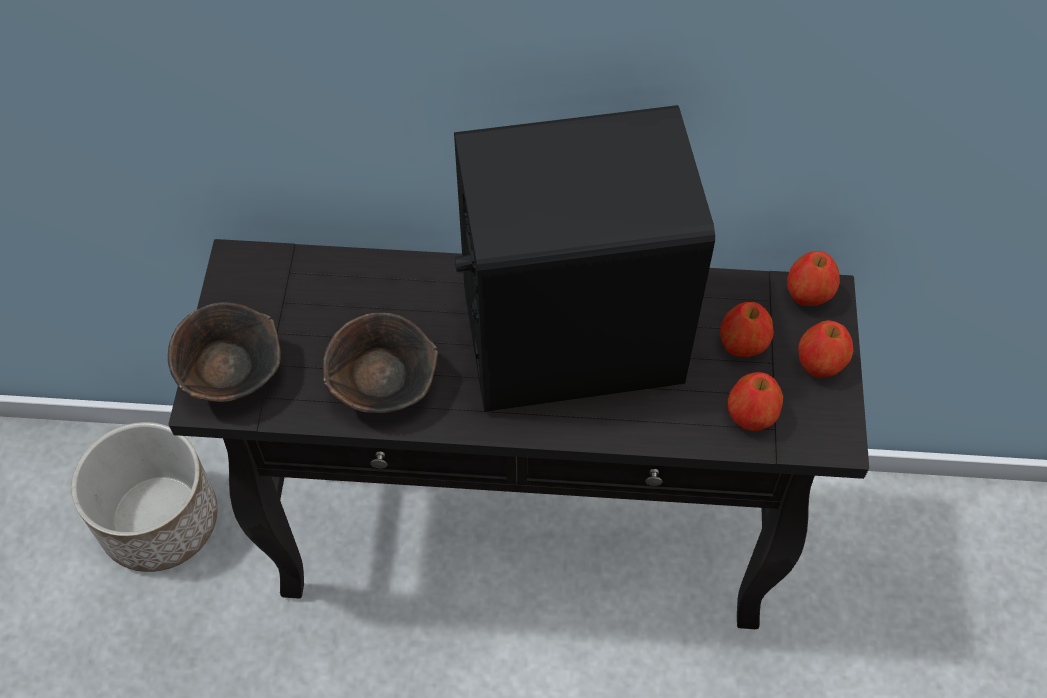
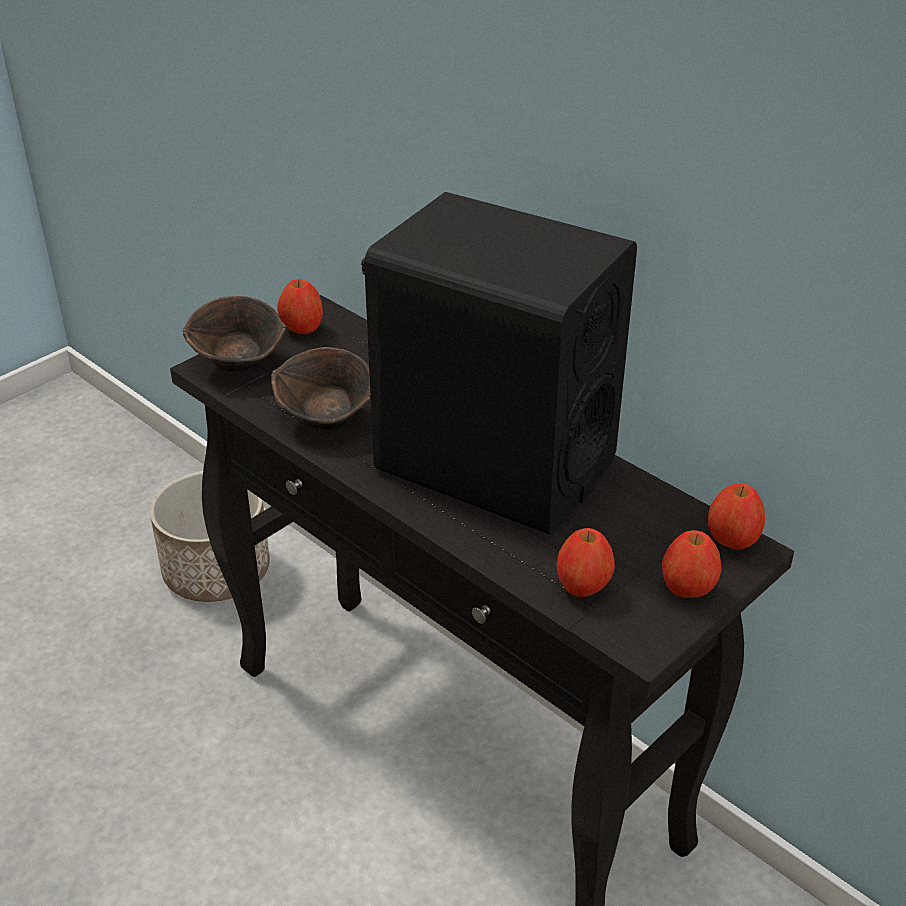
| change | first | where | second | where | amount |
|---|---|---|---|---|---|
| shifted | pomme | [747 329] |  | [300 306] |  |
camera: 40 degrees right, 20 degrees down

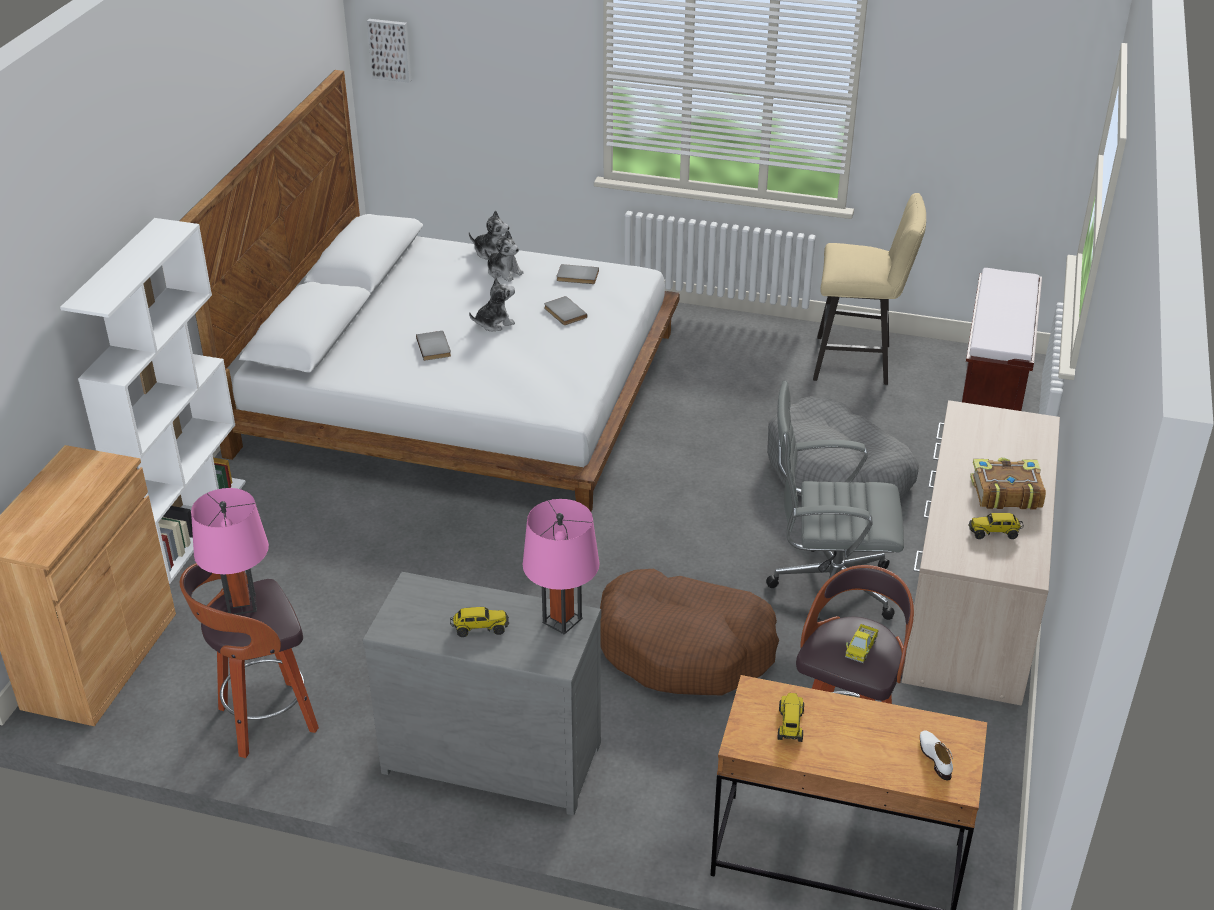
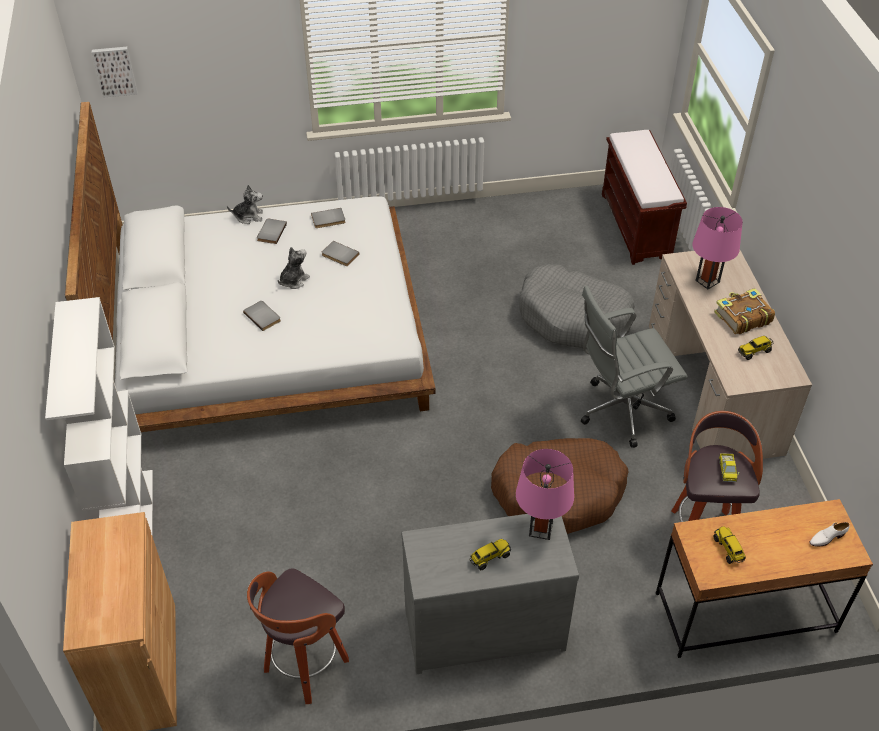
| change | first | where | second | where | amount |
|---|---|---|---|---|---|
| gone | tabouret/beige | [869 289] |  |  |  |
| swapped | peluche | [503 256] | livre/gris | [272 231] |  |
| shifted | lampe de table/rose | [230 551] |  | [717 248] |  |
| rotated | chaussure/blanc | [936 755] |  | [829 534] | 75 degrees counterclockwise |
camera: 25 degrees left, 10 degrees up

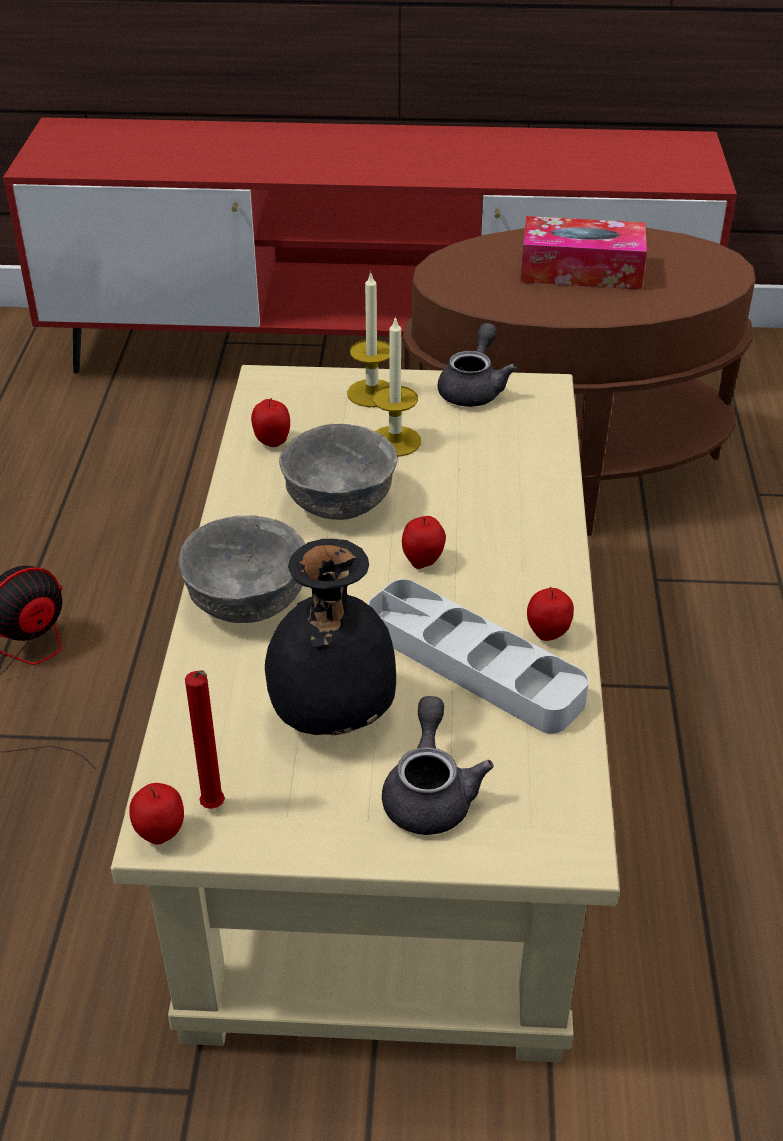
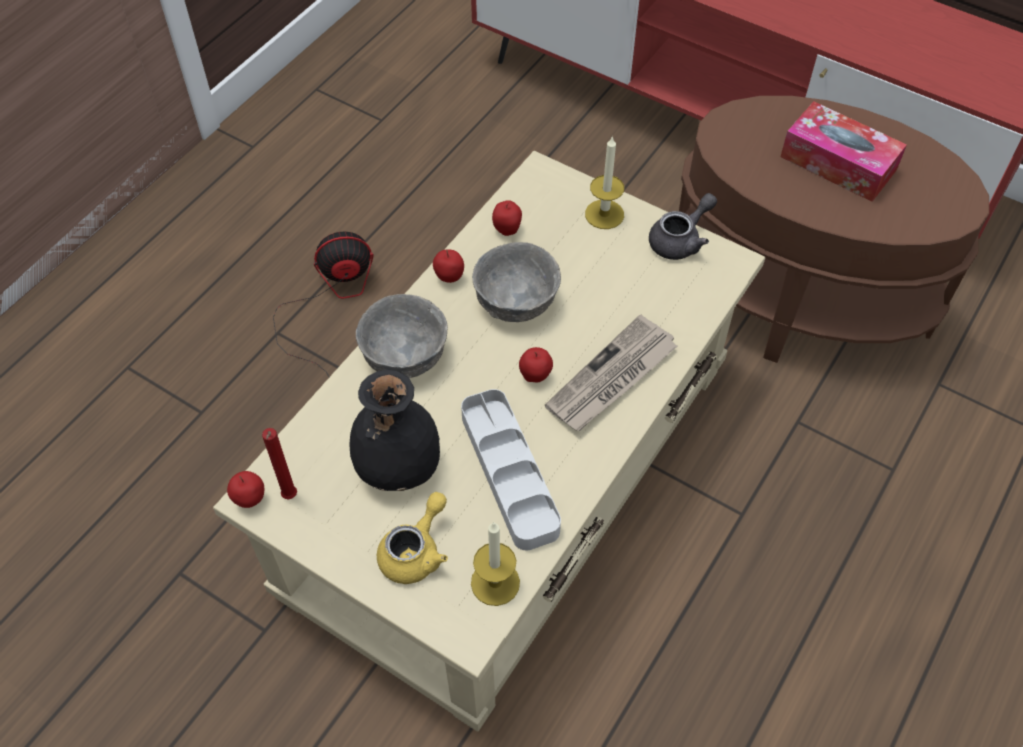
| change | first | where | second | where | amount |
|---|---|---|---|---|---|
| shifted | bougie | [397 386] |  | [495 564] |  |
| shifted | pomme | [550 614] |  | [448 266] |  |
| repainted | théière/gris | [438 765] | théière/jaune | [412 538] |  |
| new |  |  | journal | [611 373] |  |
camera: 30 degrees right, 15 degrees up

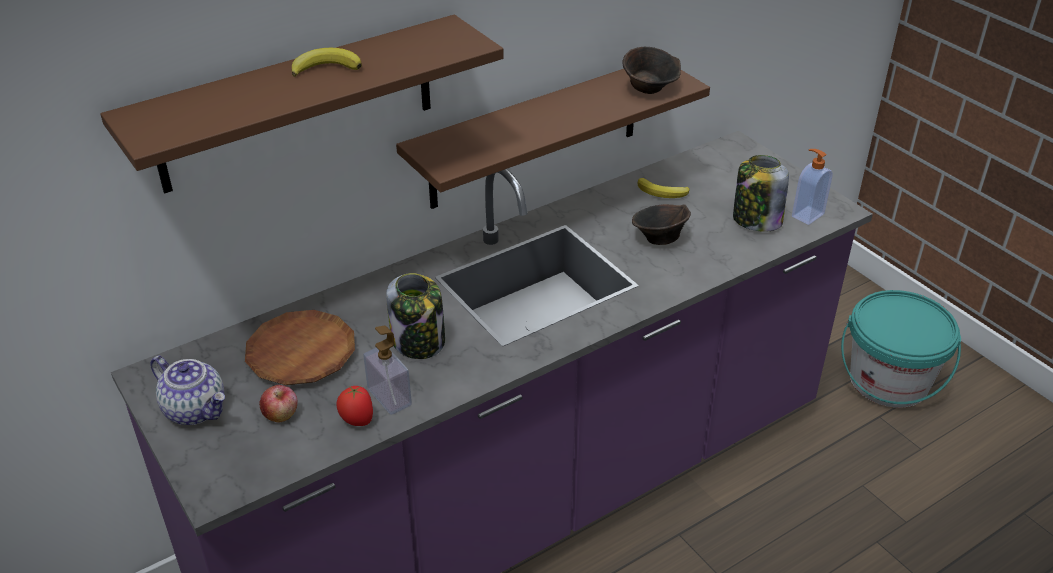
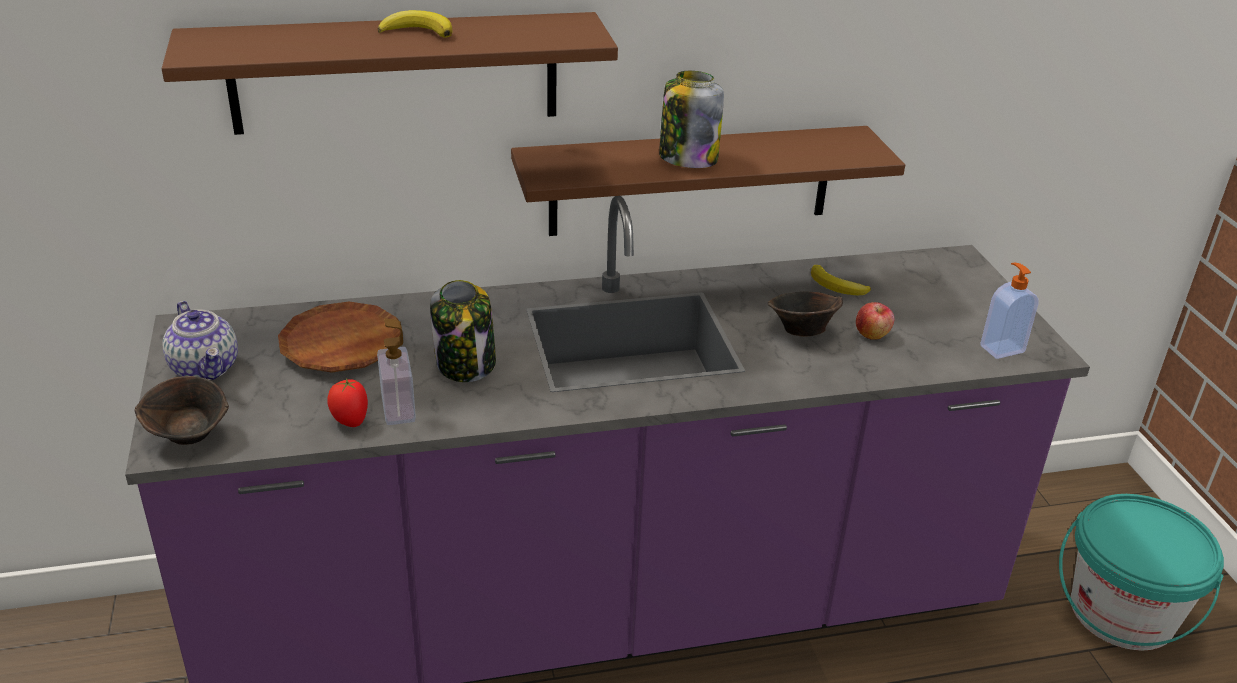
| change | first | where | second | where | amount |
|---|---|---|---|---|---|
| shifted | bol/marron | [651 70] |  | [182 410] |  |
| shifted | bocal | [761 193] |  | [691 119] |  |
| shifted | pomme | [278 404] |  | [875 321] |  |
camera: 20 degrees right, 5 degrees down

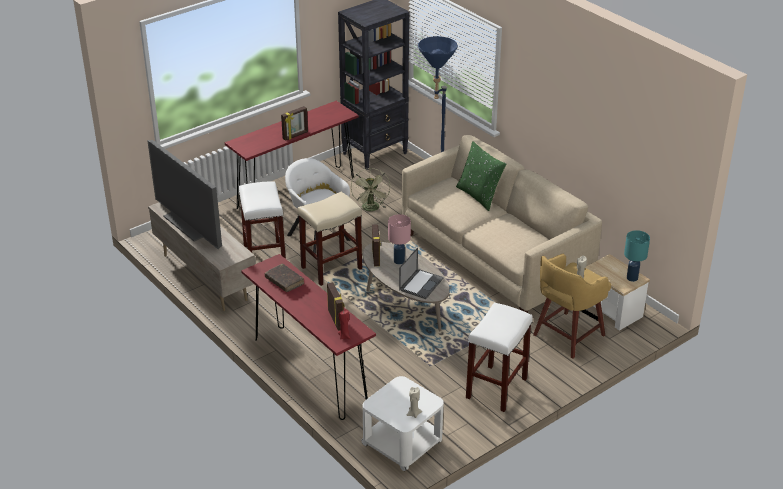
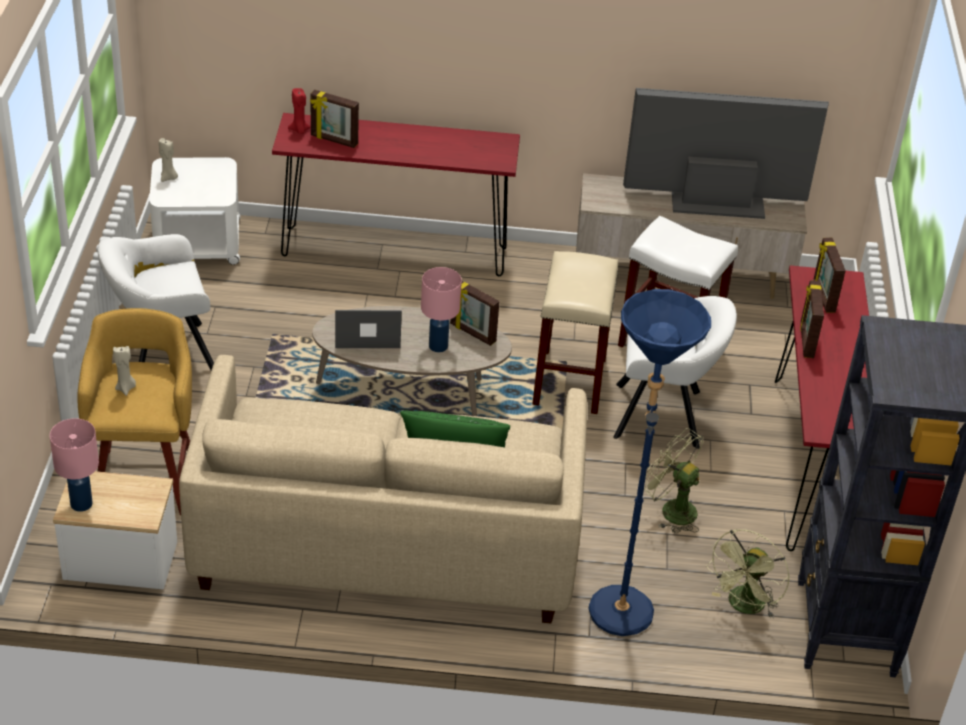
| change | first | where | second | where | amount |
|---|---|---|---|---|---|
| repainted | lampe de table/turquoise | [637 256] | lampe de table/rose | [74 465] |  |
| rotated | ordinateur portable | [421 273] |  | [368 329] | 105 degrees clockwise |
| gone | livre/marron | [284 278] |  |  |  |
| swapped | tabouret/blanc | [499 357] | fauteuil/blanc | [156 302] |  |
| new |  |  | cadre photo | [829 275] |  |
| new |  |  | ventilateur/vert | [748 573] |  |
camera: 130 degrees right, 5 degrees up

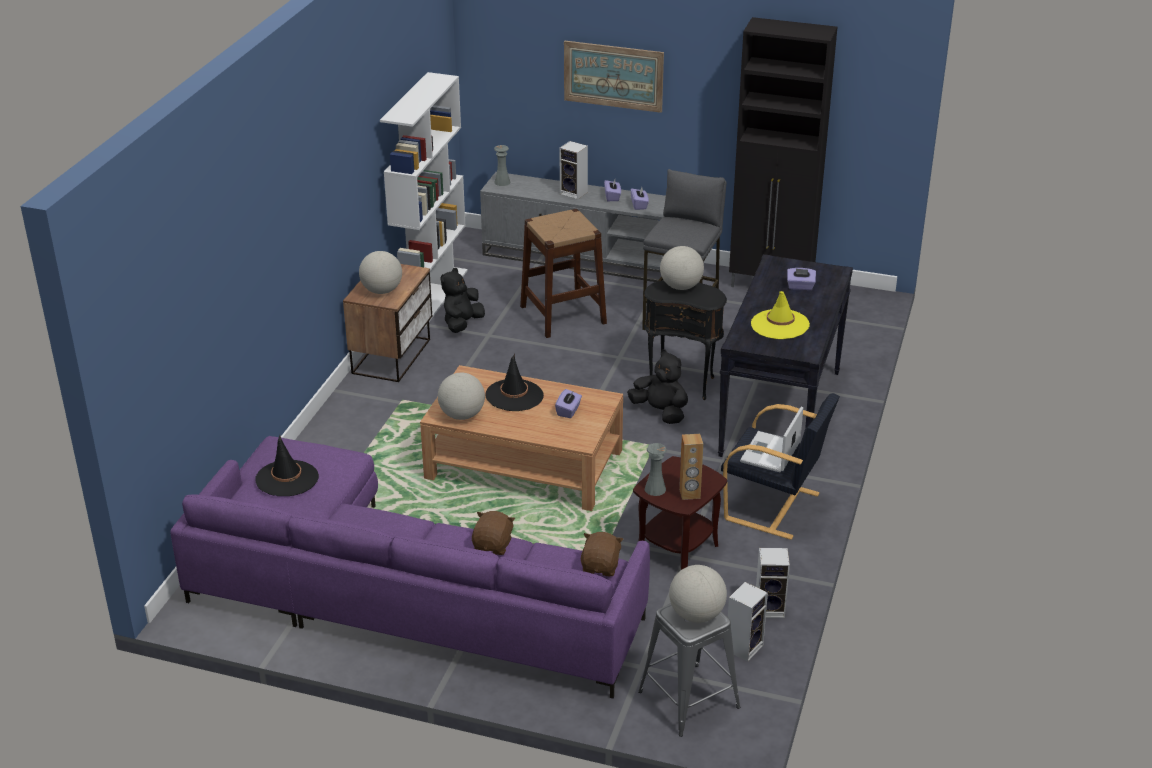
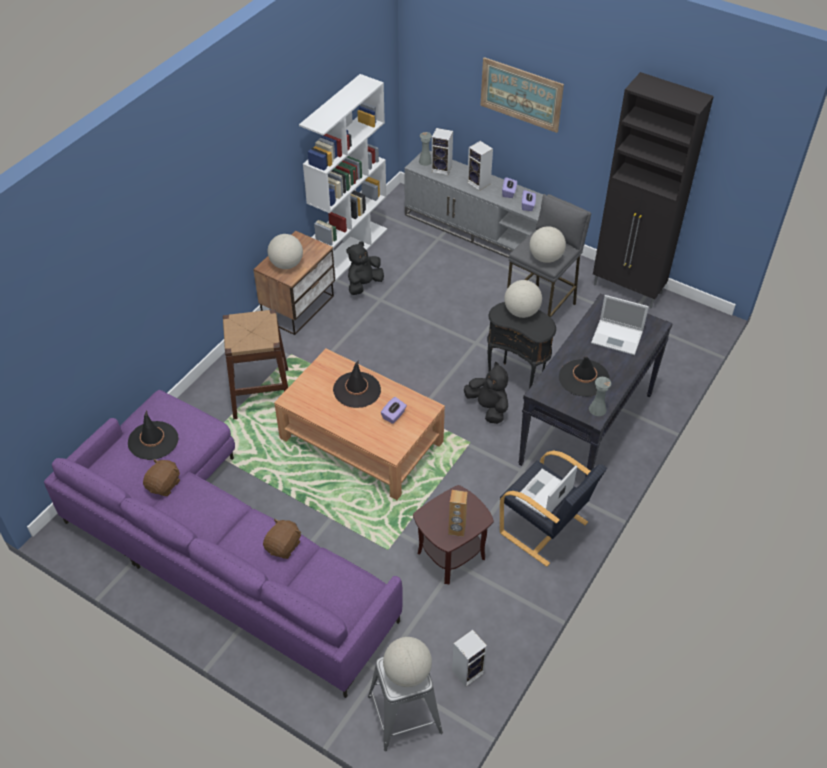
| change | first | where | second | where | amount |
|---|---|---|---|---|---|
| shifted | tabouret/marron | [563 273] |  | [255 364] |  |
| swapped | boîte à mouchoirs/violet | [801 279] | ordinateur portable | [620 325] |  |
| repainted | chapeau/jaune | [780 315] | chapeau/noir | [584 376] |  |
| shifted | globe | [461 396] |  | [548 244] |  |
| shifted | vase/gris | [656 469] |  | [600 396] |  |
| shifted | peluche/marron | [602 554] |  | [161 477] |  |
| shifted | enceinte | [773 583] |  | [442 151] |  |
camera: 15 degrees right, 15 degrees up

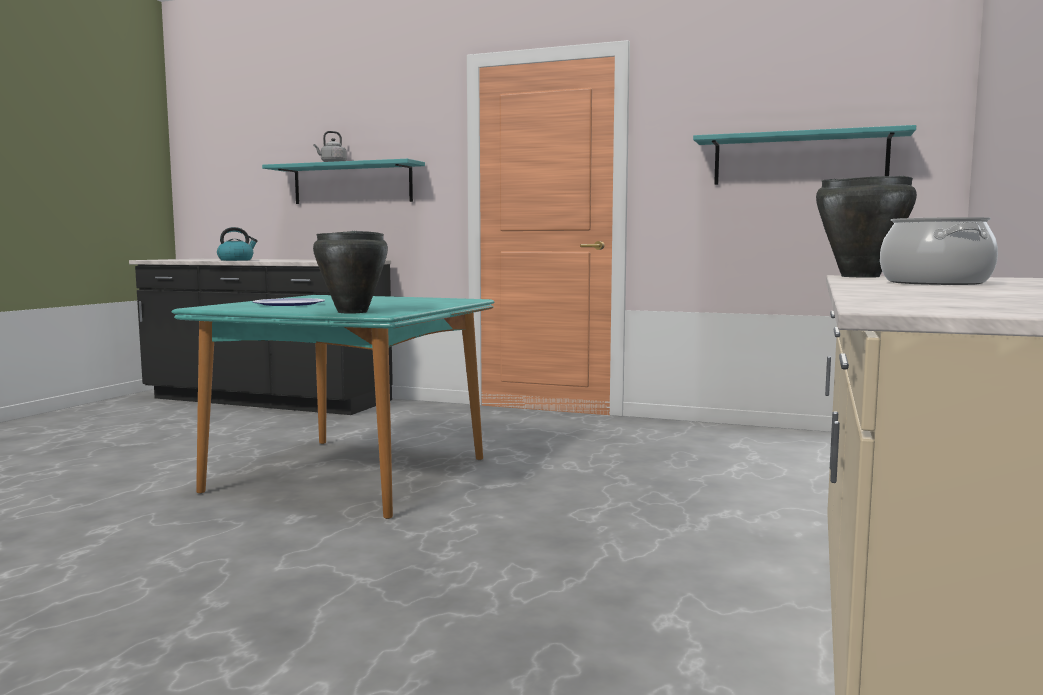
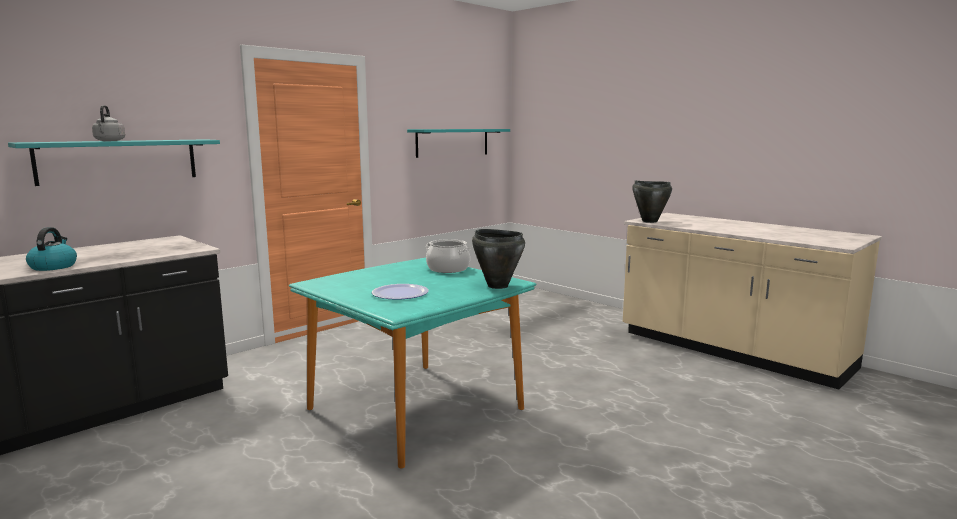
| change | first | where | second | where | amount |
|---|---|---|---|---|---|
| shifted | marmite | [939 251] |  | [448 256] |  |
camera: 65 degrees left, 5 degrees up

